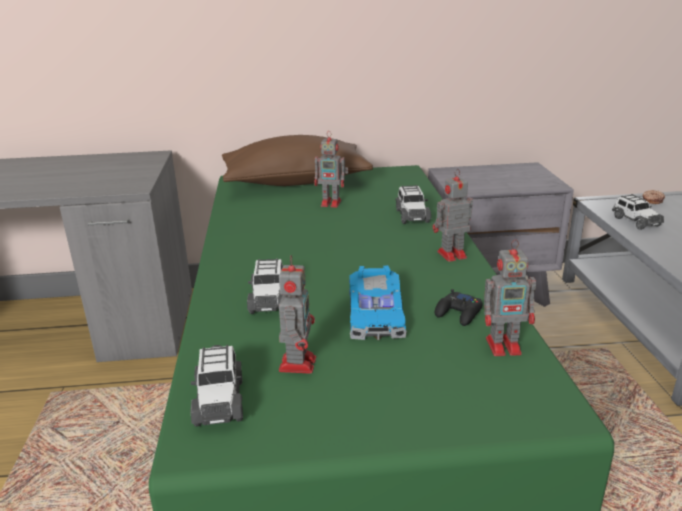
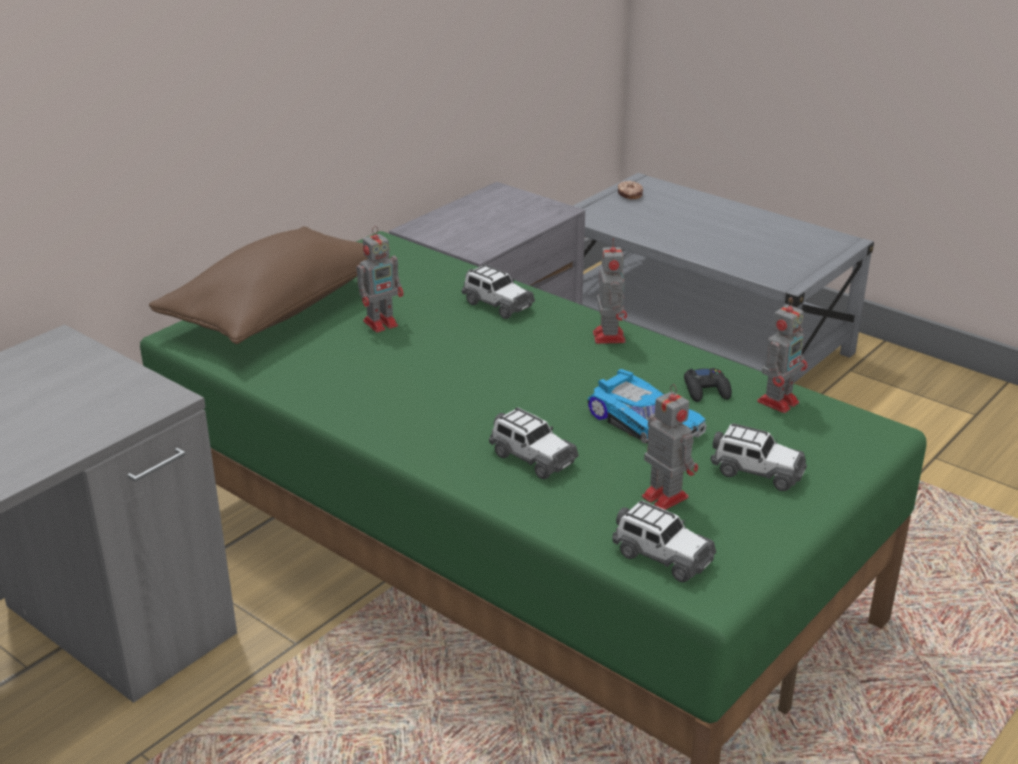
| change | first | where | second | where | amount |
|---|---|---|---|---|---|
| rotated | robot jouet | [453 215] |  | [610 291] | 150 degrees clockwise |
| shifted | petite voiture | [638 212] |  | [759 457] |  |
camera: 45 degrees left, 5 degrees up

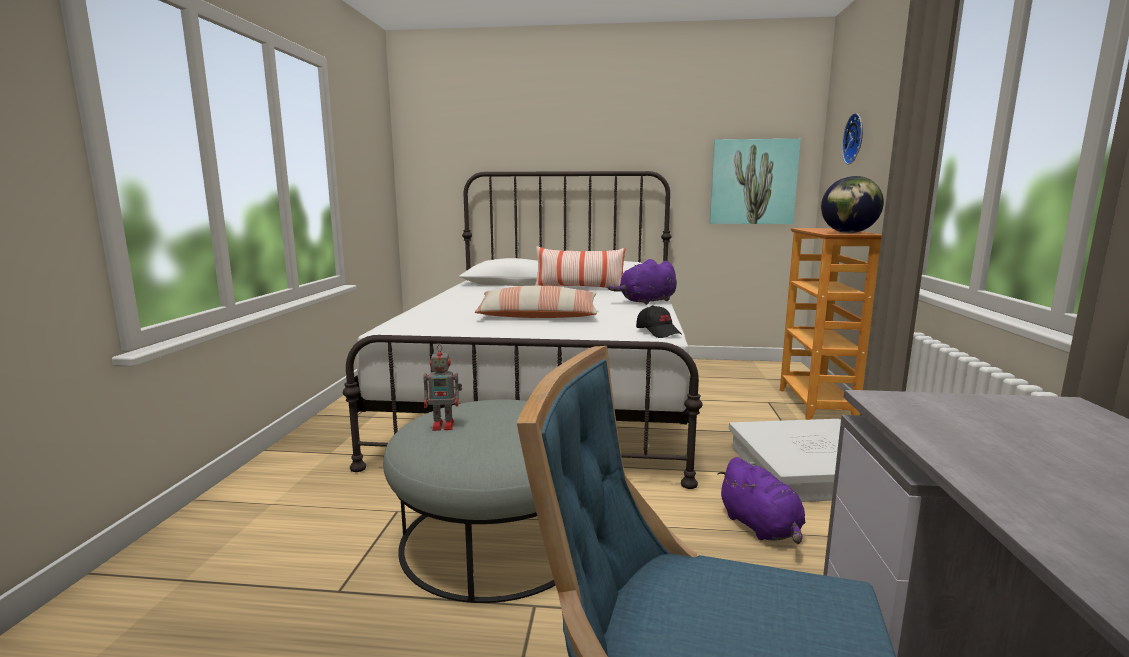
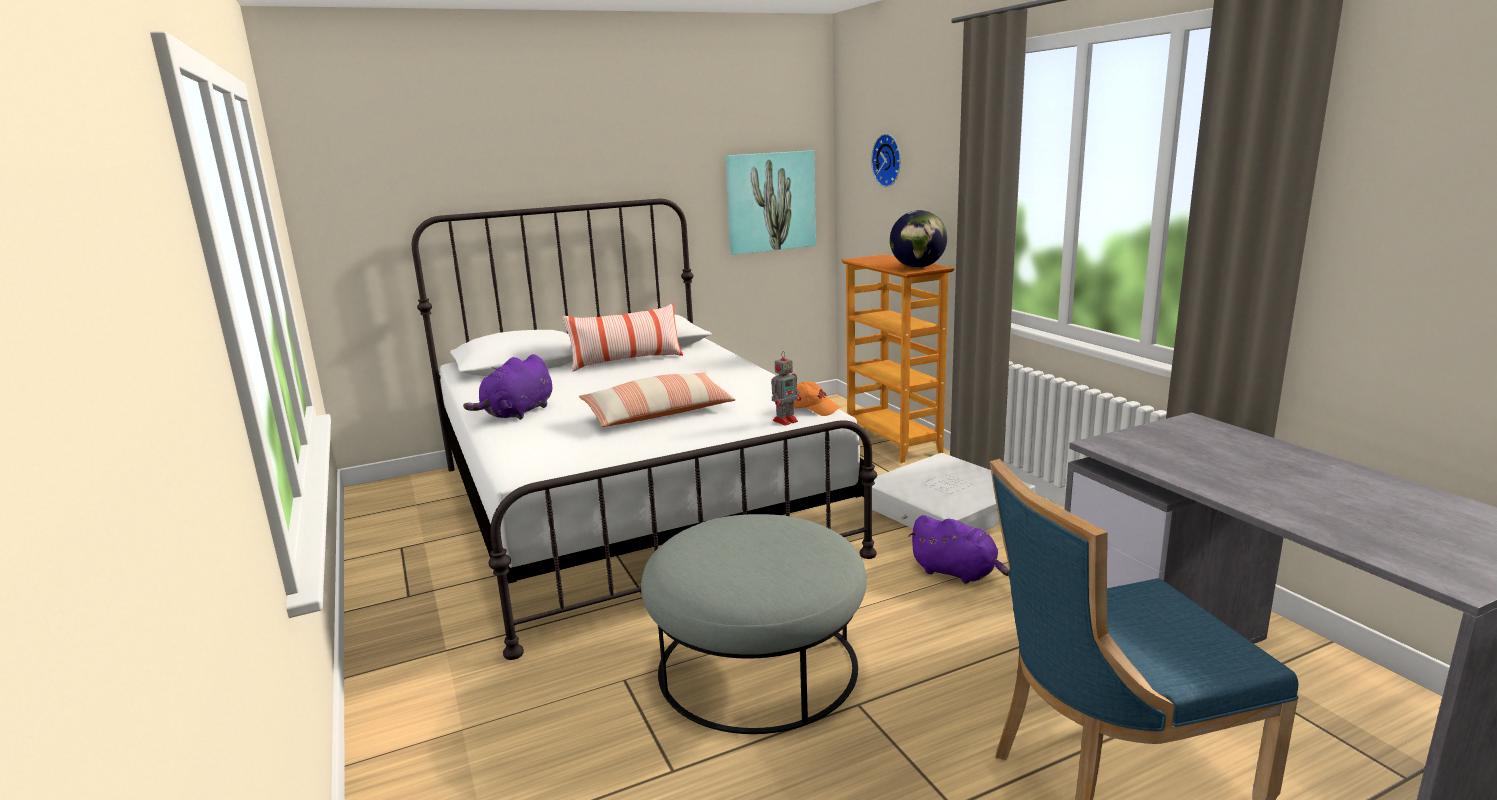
| change | first | where | second | where | amount |
|---|---|---|---|---|---|
| shifted | peluche/violet | [642 282] |  | [507 387] |  |
| repainted | casquette/noir | [658 321] | casquette/orange | [817 398] |  |
| shifted | robot jouet | [442 388] |  | [786 388] |  |
camera: 30 degrees left, 5 degrees up

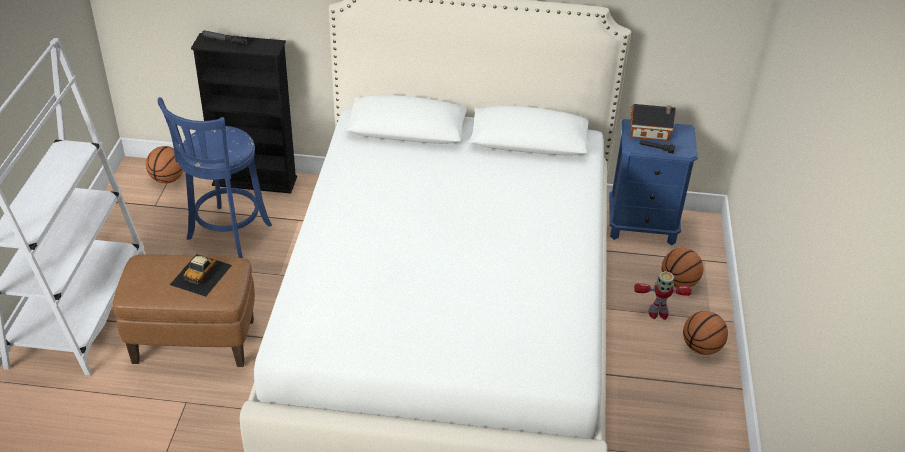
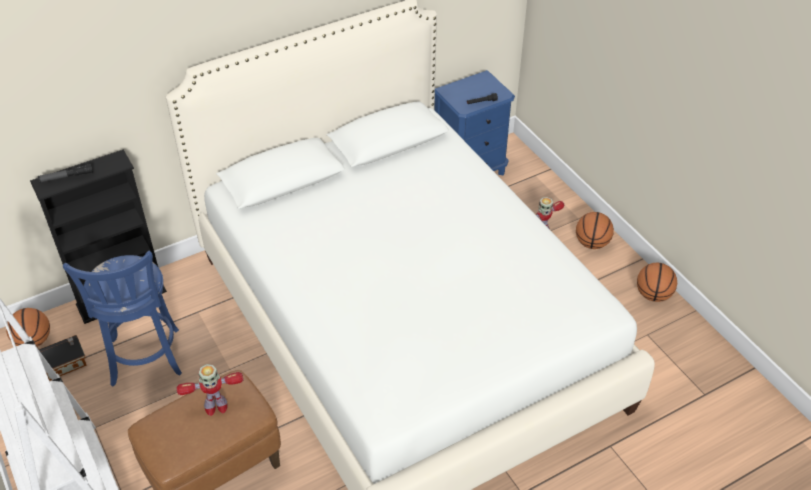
| change | first | where | second | where | amount |
|---|---|---|---|---|---|
| shifted | maison miniature | [653 122] |  | [63 358] |  |
| shifted | ballon de basket | [682 267] |  | [657 282] |  |
| swapped | petite voiture | [201 275] | robot jouet | [209 390] |  |
camera: 35 degrees left, 5 degrees up

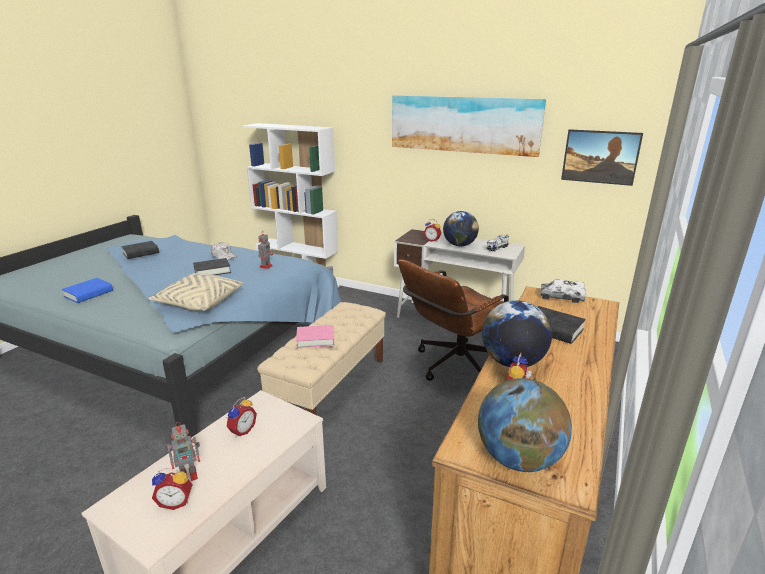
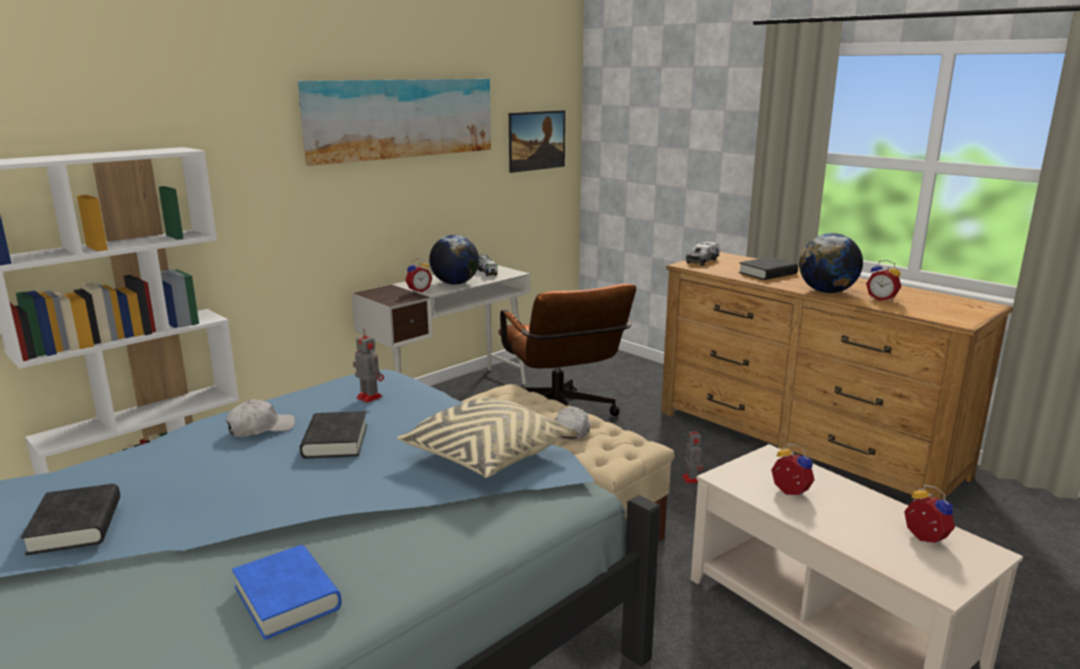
| change | first | where | second | where | amount |
|---|---|---|---|---|---|
| swapped | livre/rose | [315 336] | casquette/blanc | [573 423] |  |
| gone | globe | [525 425] |  |  |  |
| shifted | robot jouet | [183 451] |  | [692 455] |  |
| rotated | réveil | [172 489] |  | [929 515] | 45 degrees counterclockwise |
camera: 70 degrees left, 5 degrees down

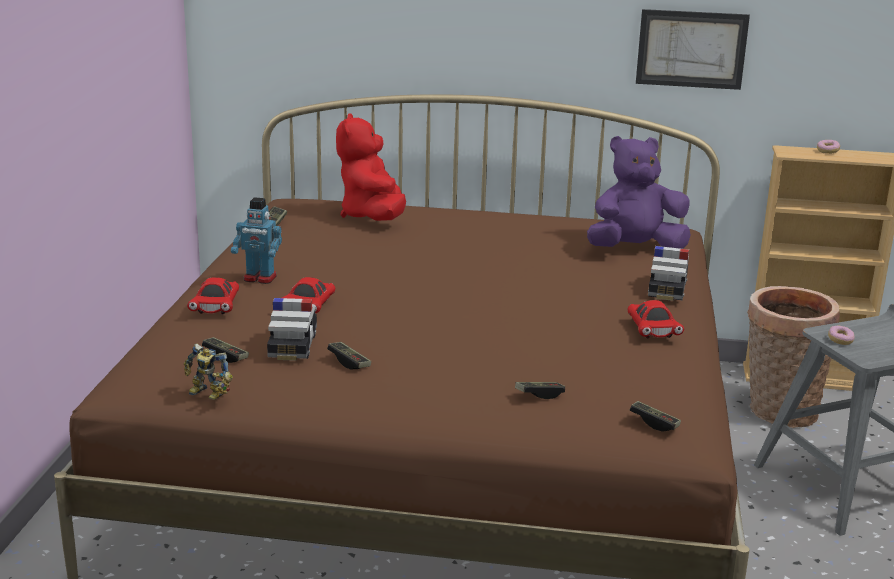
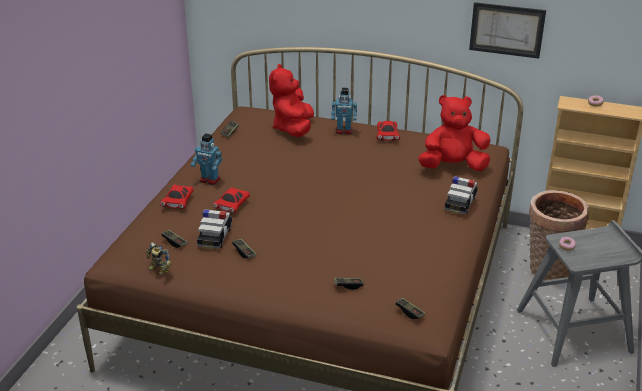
| change | first | where | second | where | amount |
|---|---|---|---|---|---|
| repainted | peluche/violet | [639 192] | peluche/rouge | [454 133] |  |
| shifted | petite voiture/rouge | [656 319] |  | [388 131] |  |
| new |  |  | robot jouet | [344 111] |  |
camera: 10 degrees right, 10 degrees up

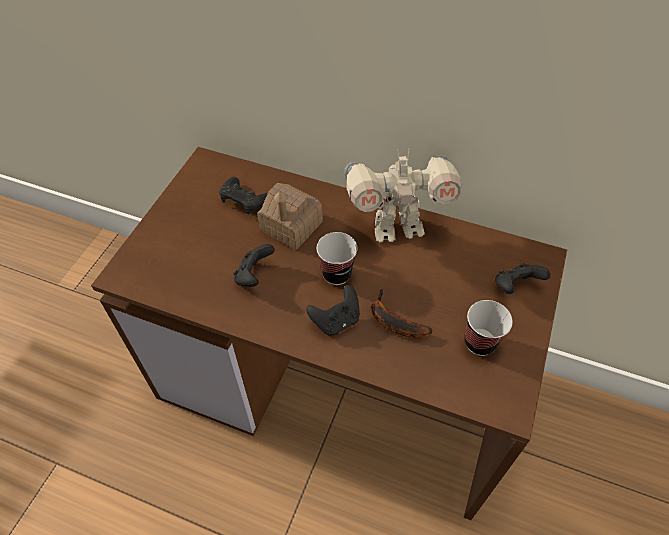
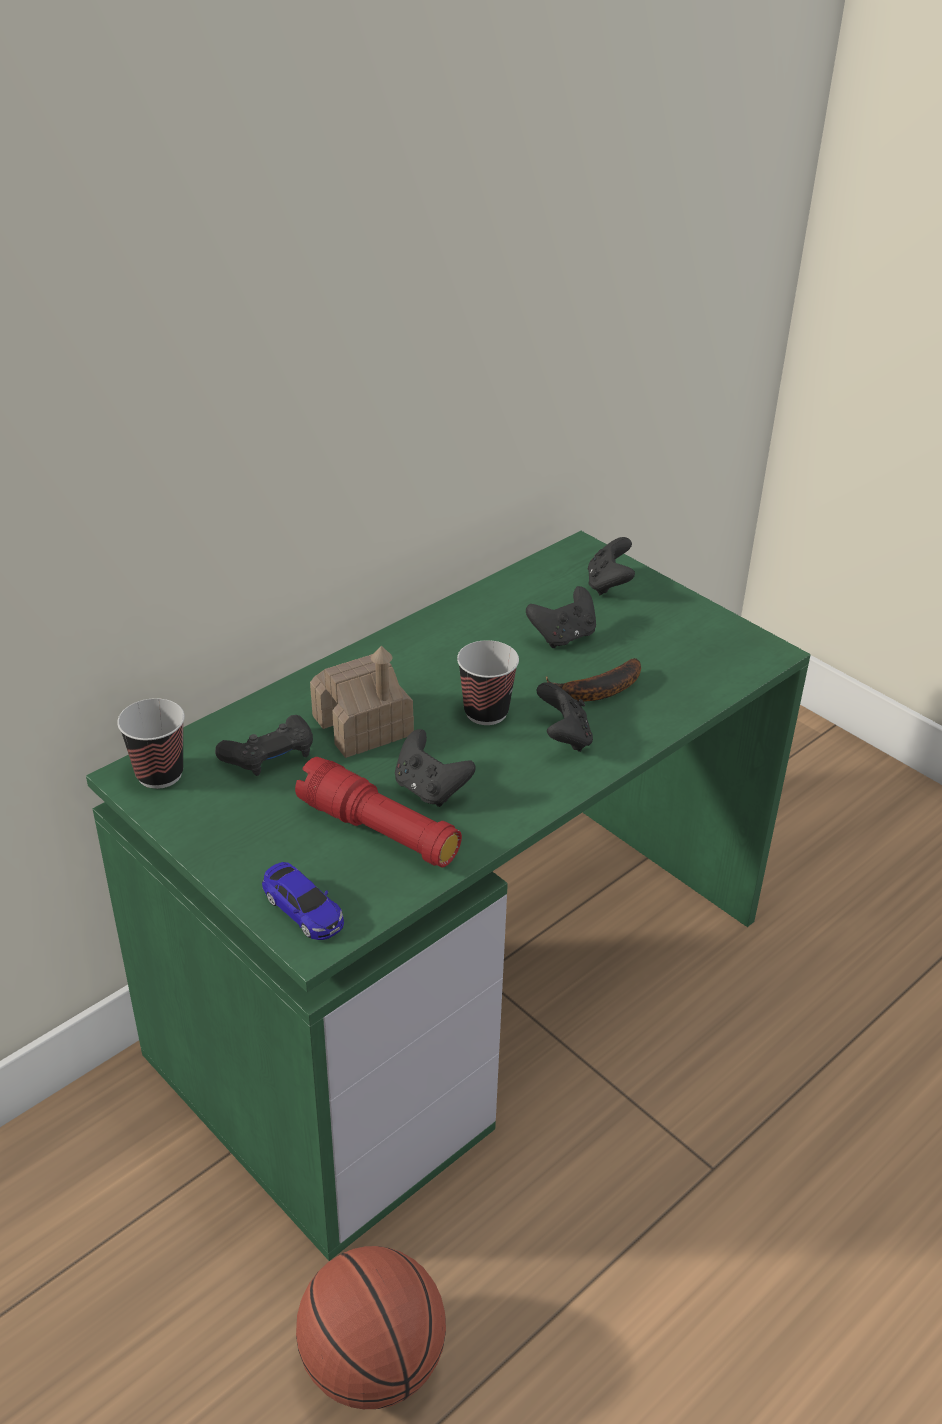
| change | first | where | second | where | amount |
|---|---|---|---|---|---|
| repainted | bureau/marron | [329 333] | bureau/vert | [448 896] |  |
| gone | robot jouet | [403 195] |  |  |  |
| shifted | tasse | [489 328] |  | [151 743] |  |
| new |  |  | manette/noir | [561 617] |  |
| new |  |  | lampe de poche/rouge | [378 812] |  |
| new |  |  | petite voiture | [303 901] |  |
| new |  |  | ballon de basket | [371 1327] |  |
camera: 65 degrees left, 15 degrees down

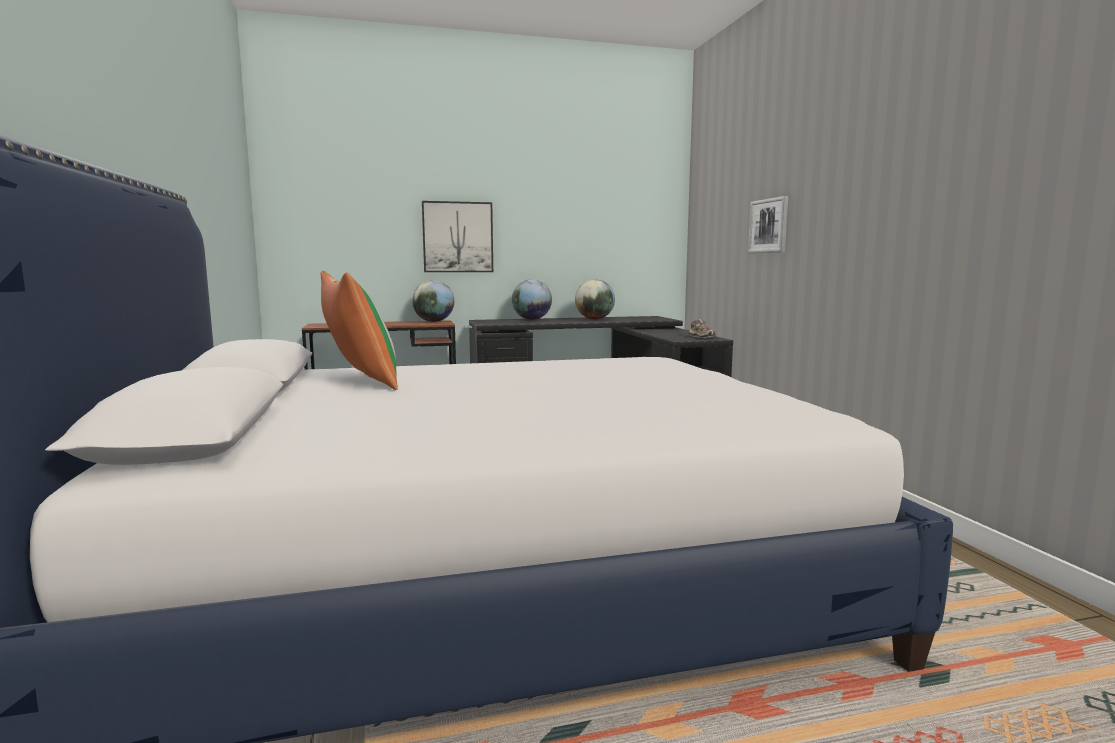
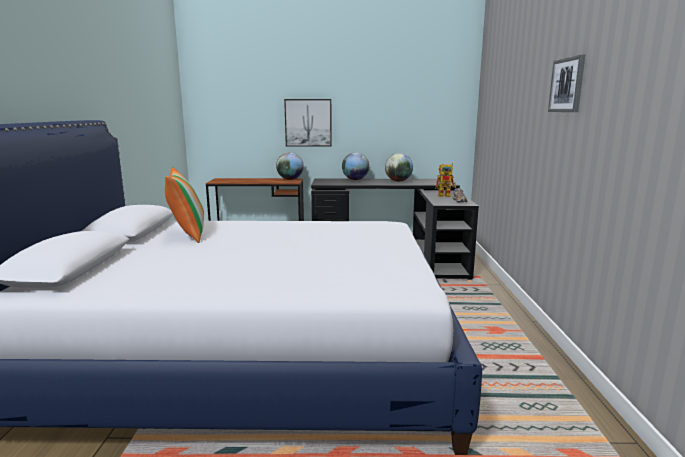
| change | first | where | second | where | amount |
|---|---|---|---|---|---|
| shifted | tableau | [768 224] |  | [566 83] |  |
| new |  |  | robot jouet | [445 180] |  |
camera: 15 degrees right, 5 degrees up

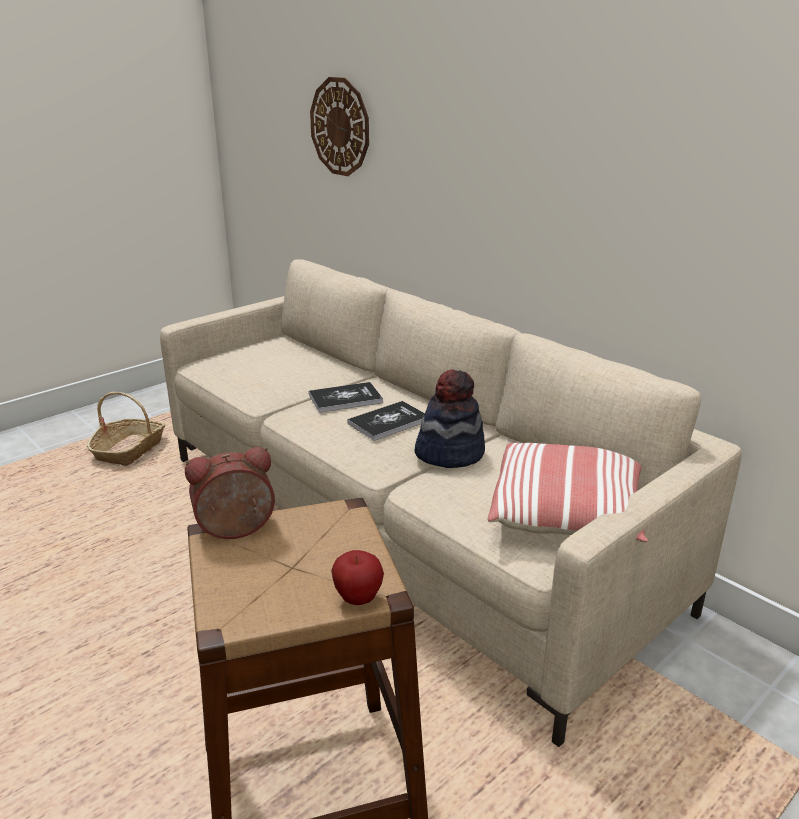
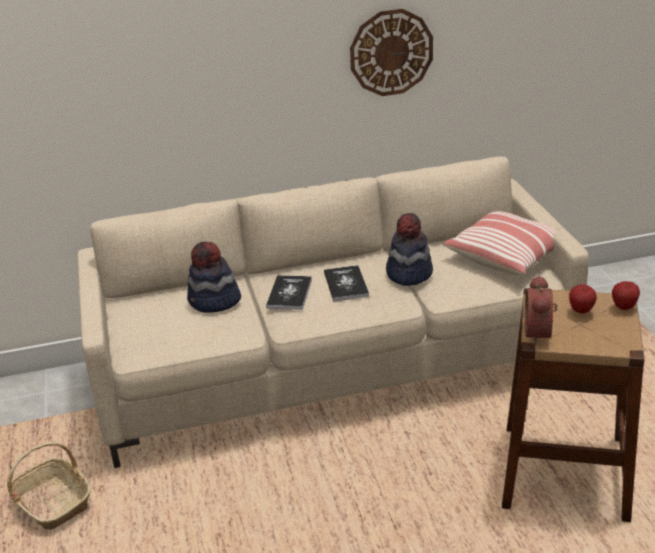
| change | first | where | second | where | amount |
|---|---|---|---|---|---|
| shifted | horloge murale | [339 126] |  | [391 52] |  |
| new |  |  | chapeau | [214 277] |  |
| new |  |  | pomme | [583 299] |  |
camera: 60 degrees left, 5 degrees up

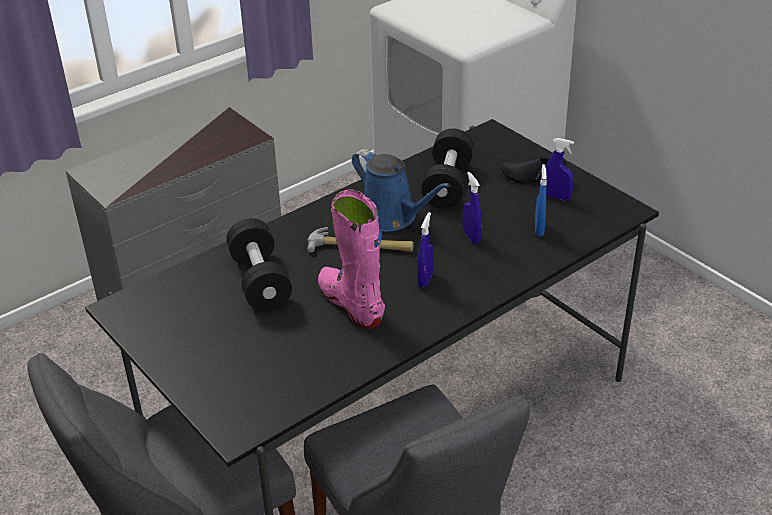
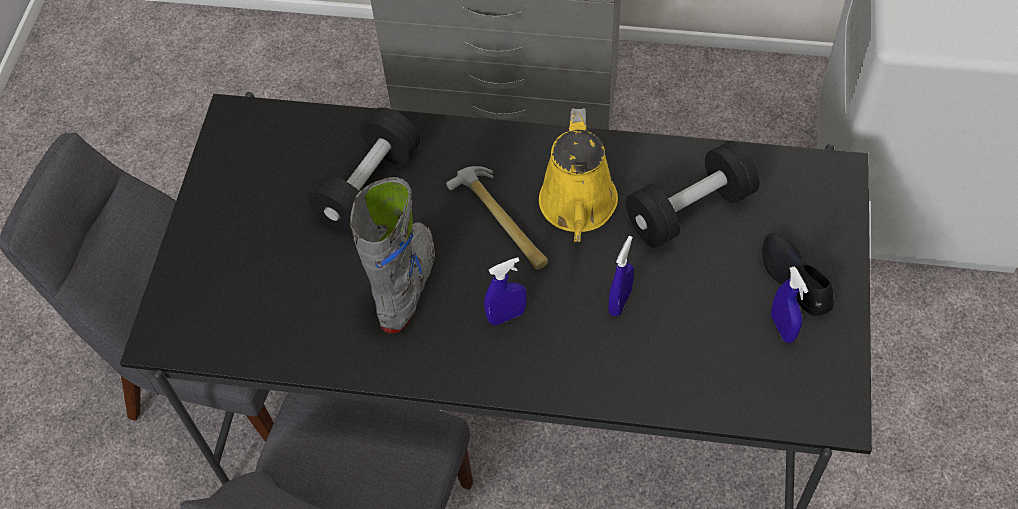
| change | first | where | second | where | amount |
|---|---|---|---|---|---|
| repainted | arrosoir/bleu | [401 190] | arrosoir/jaune | [578 175] |  |
| gone | vaporisateur/bleu | [541 200] |  |  |  |
| repainted | botte/rose | [351 259] | botte/gris | [392 255] |  |
camera: 50 degrees right, 20 degrees up

